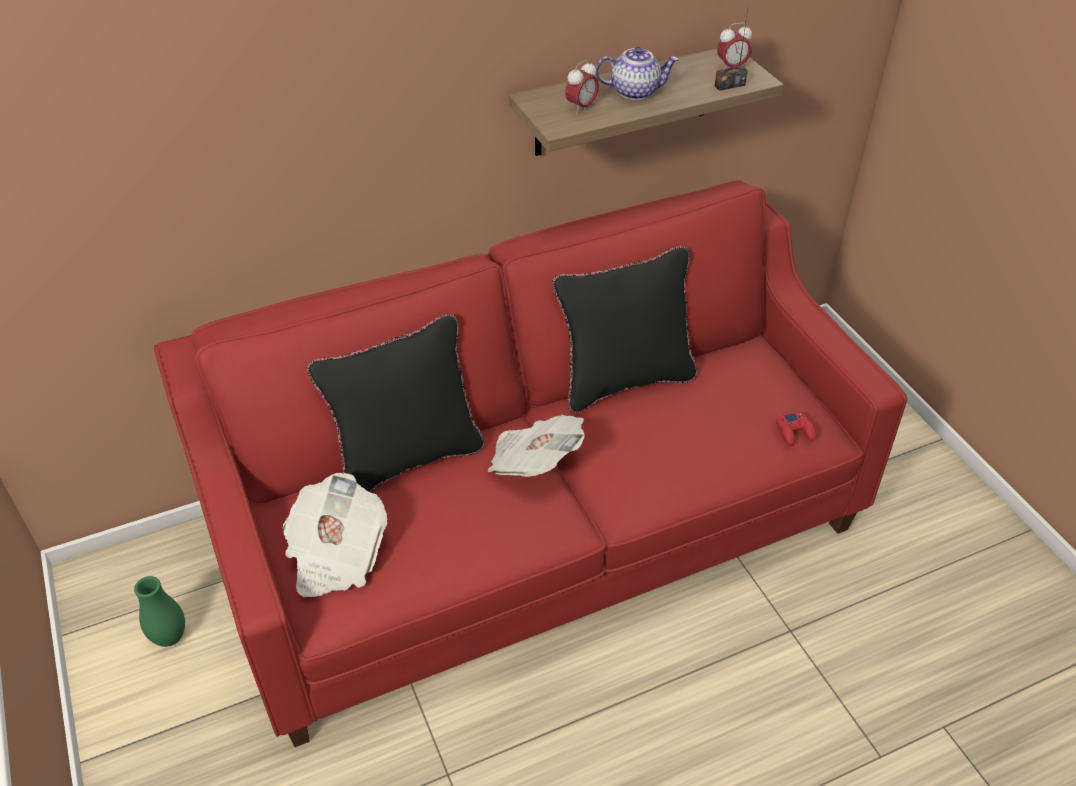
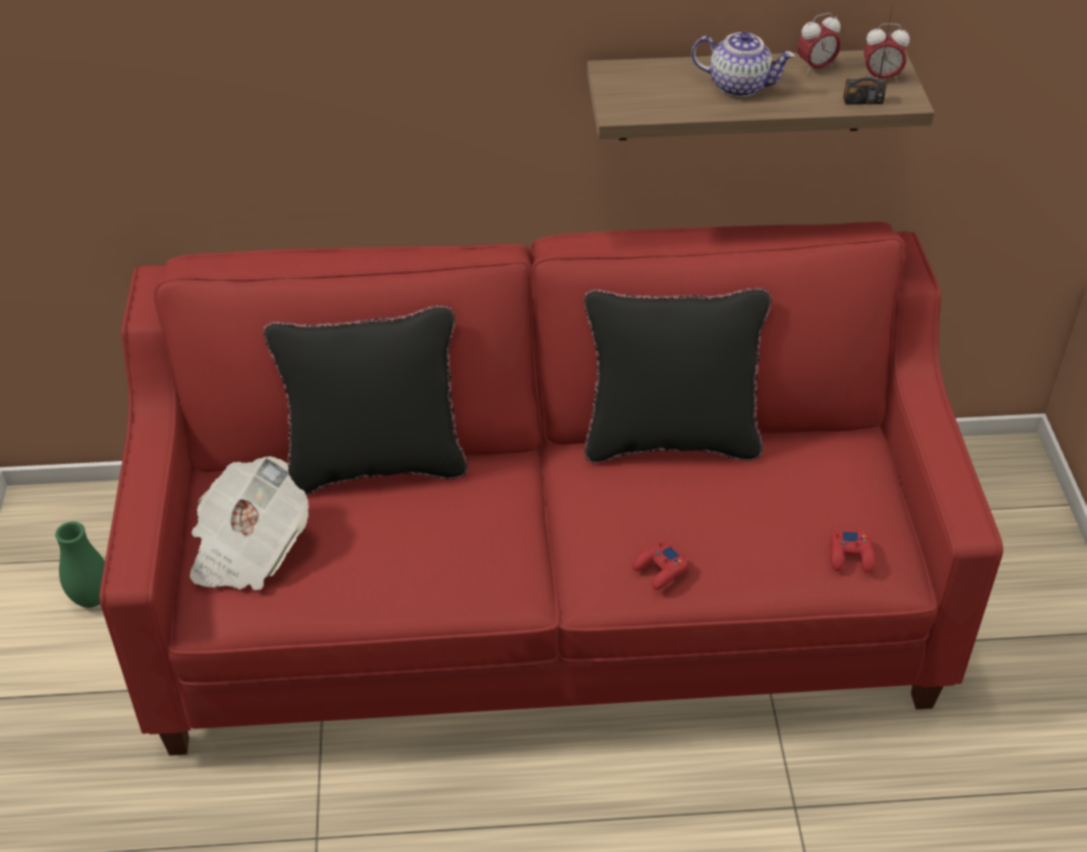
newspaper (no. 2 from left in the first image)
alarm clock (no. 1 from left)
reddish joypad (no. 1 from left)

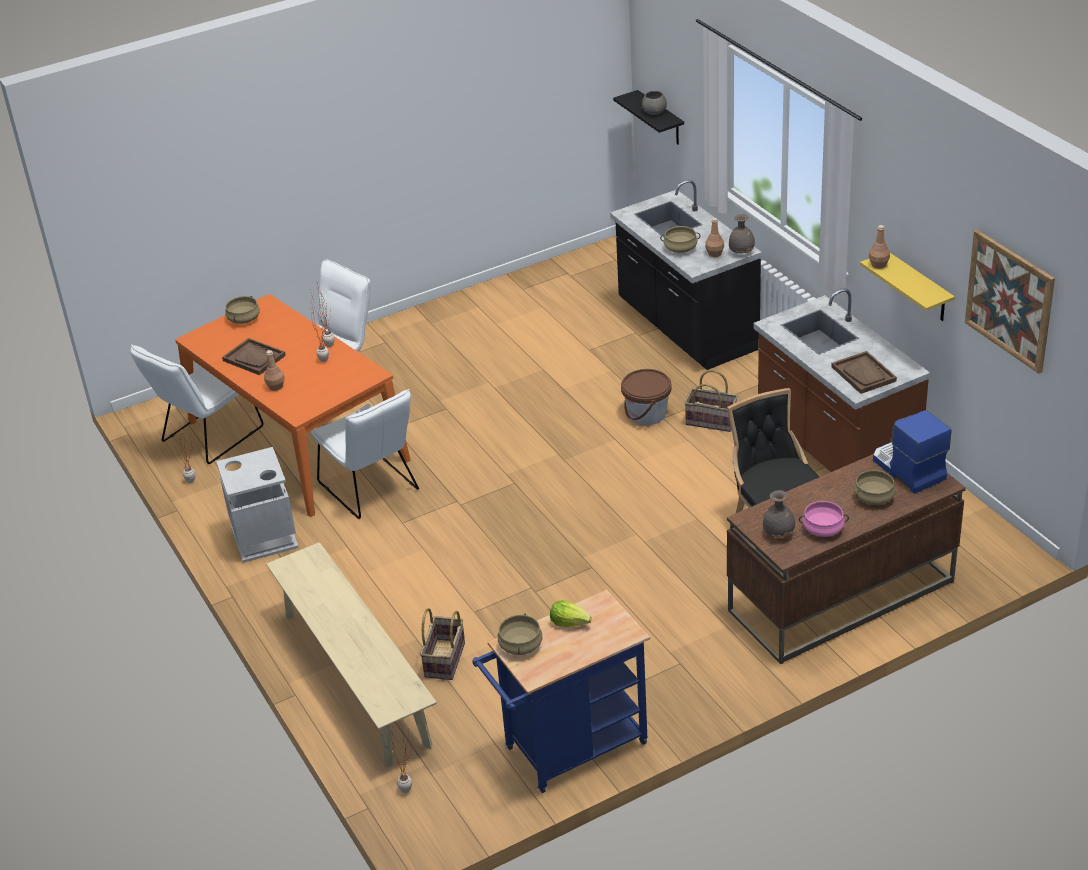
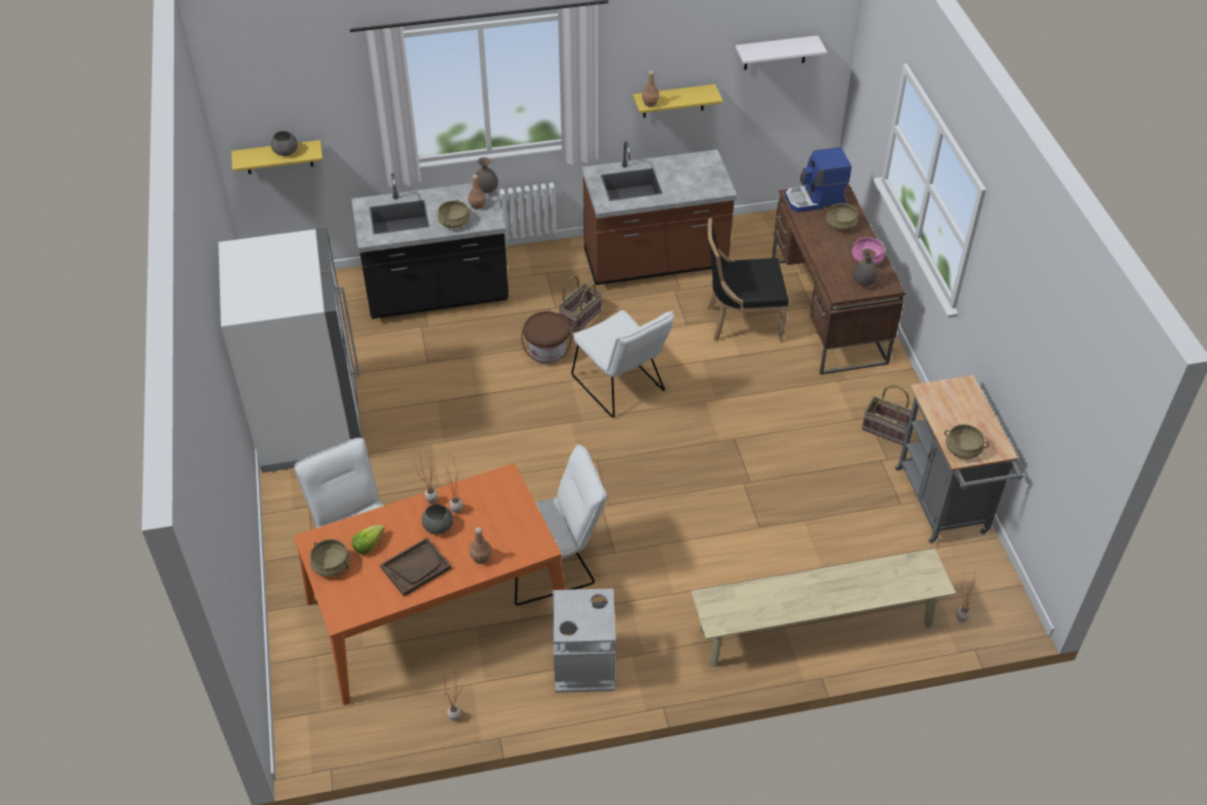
white chair (no. 3 from left)
storage basket (no. 2 from left)
grey wheeled cart
lettuce head
yellow-coloured shelf (no. 1 from left)
brownish tray (no. 2 from left in the first image)
white shelf
white kitchen fridge
grey deep dish (no. 2 from left)

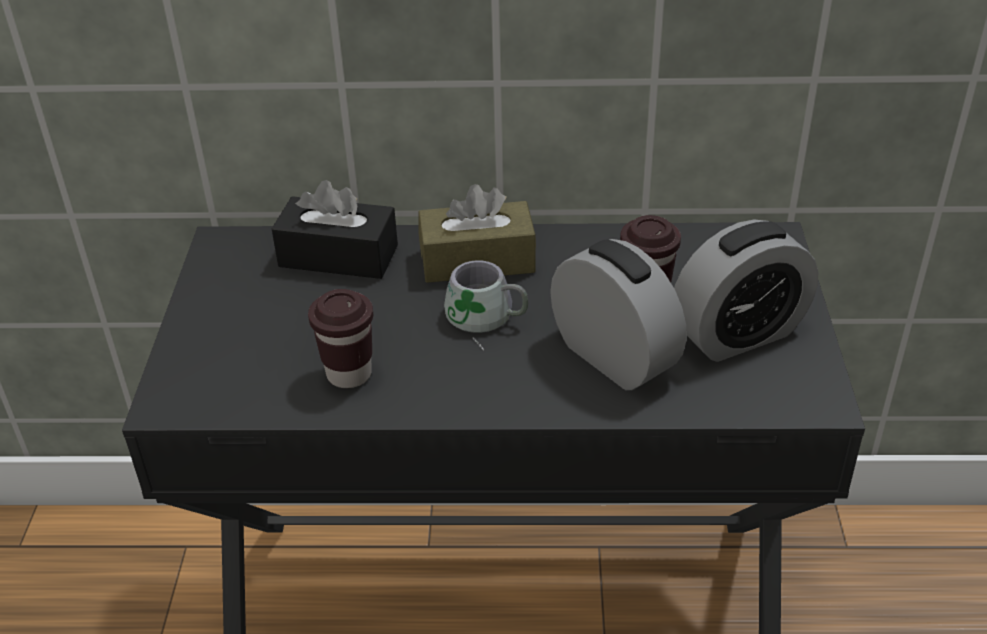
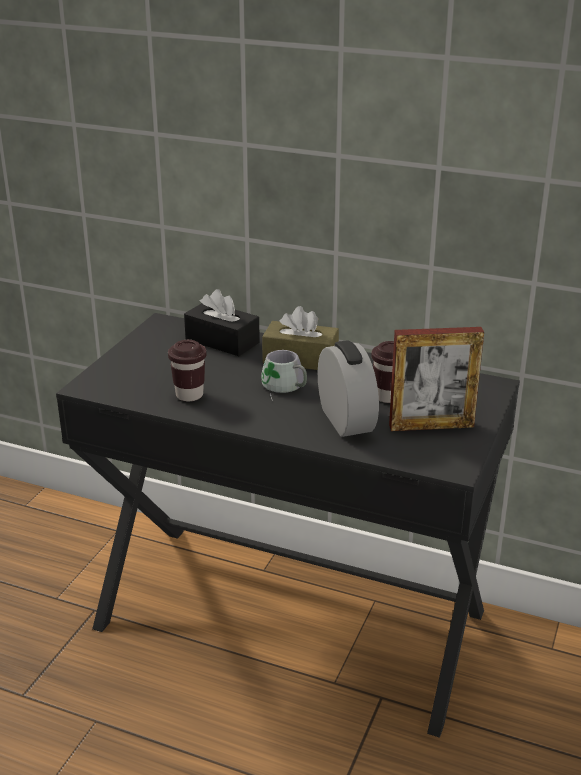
standing frame

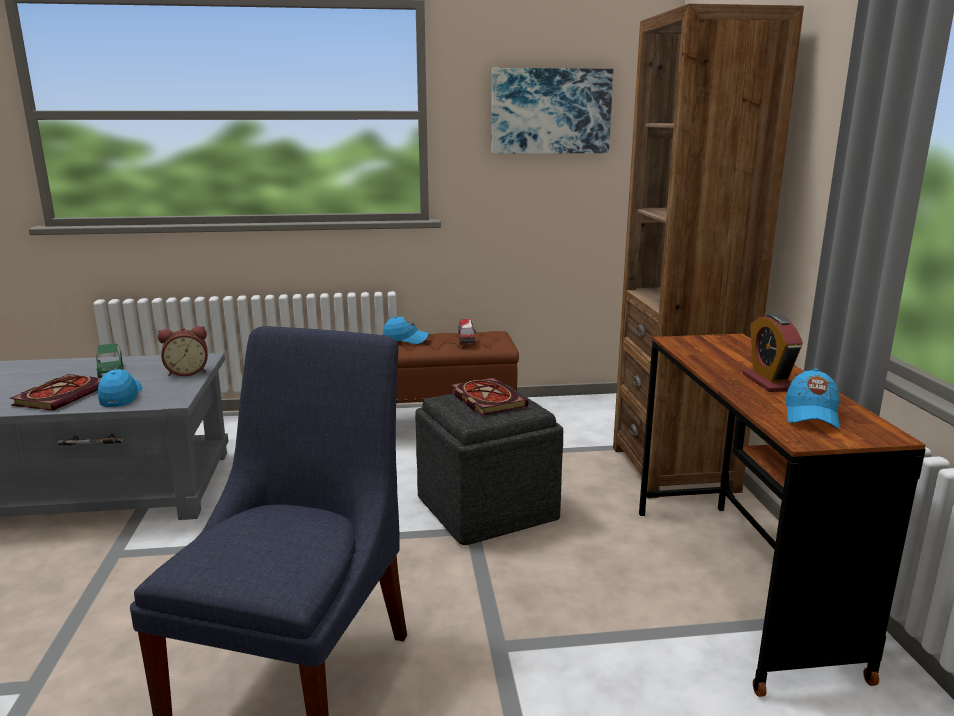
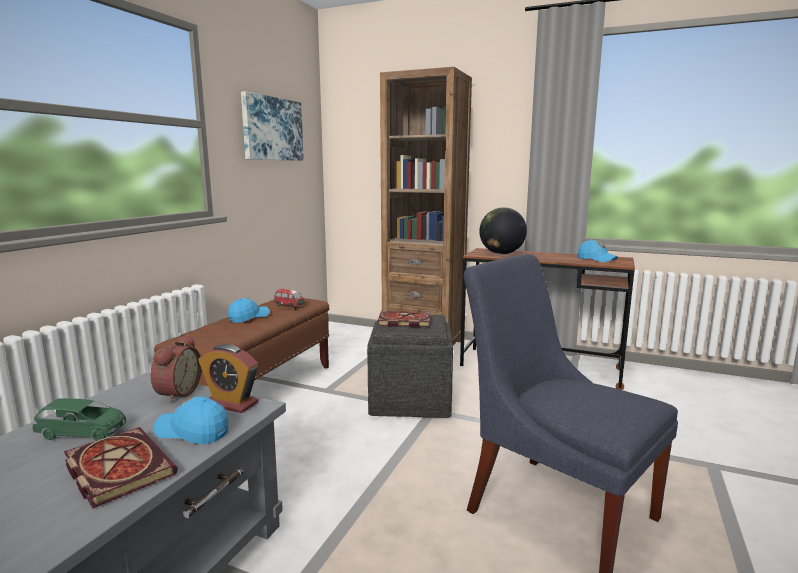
alarm clock (no. 2 from left)
globe

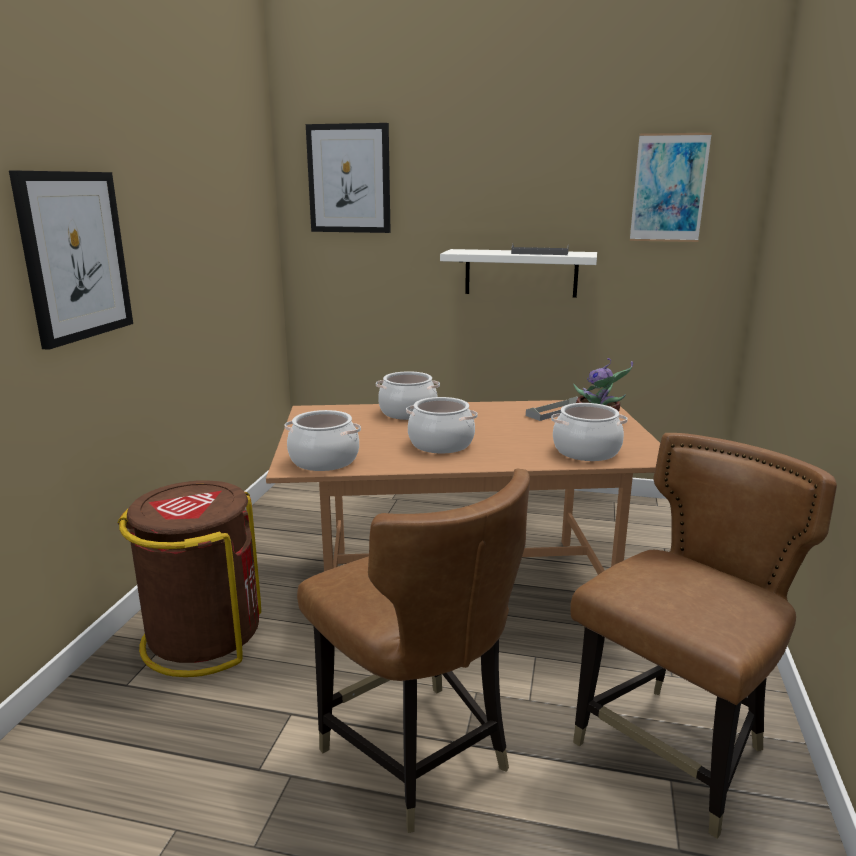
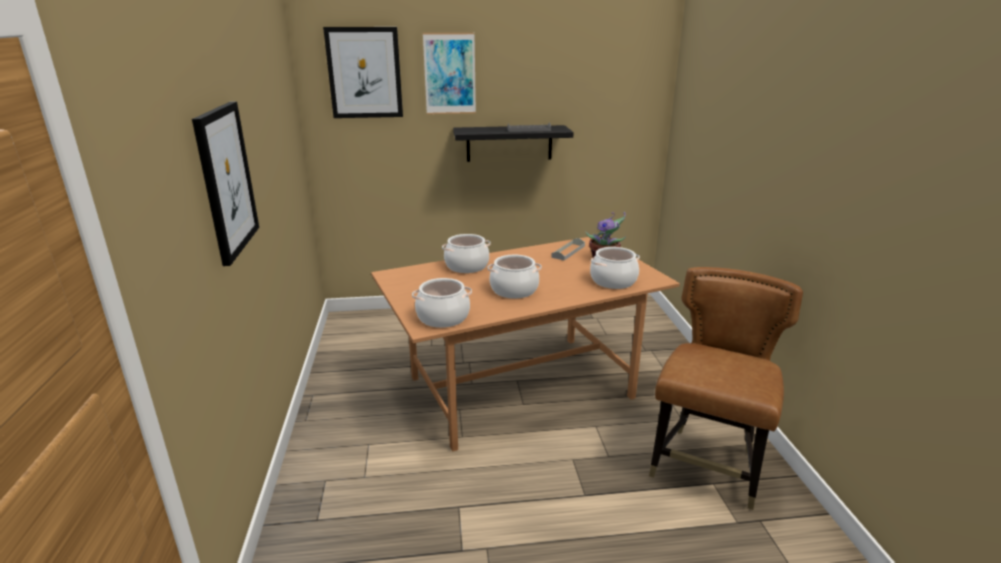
brownish waste bin
brownish chair (no. 1 from left in the first image)
black-coloured shelf
picture (no. 3 from left)

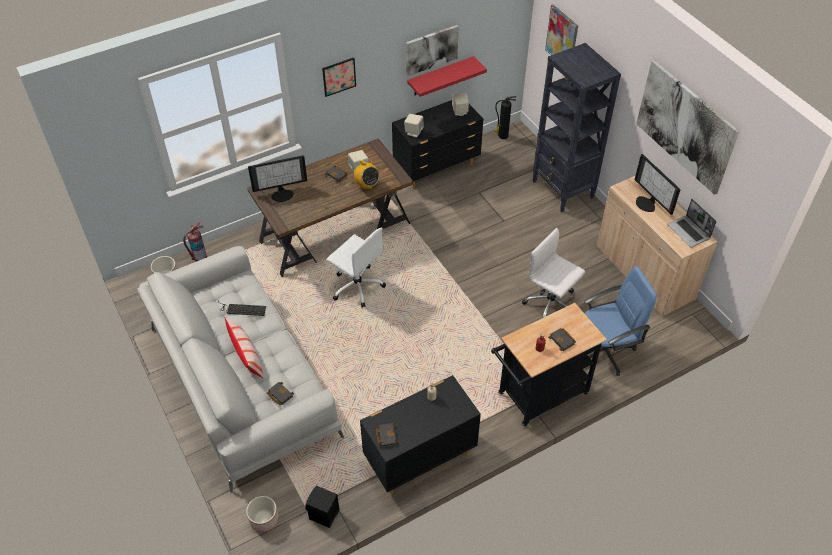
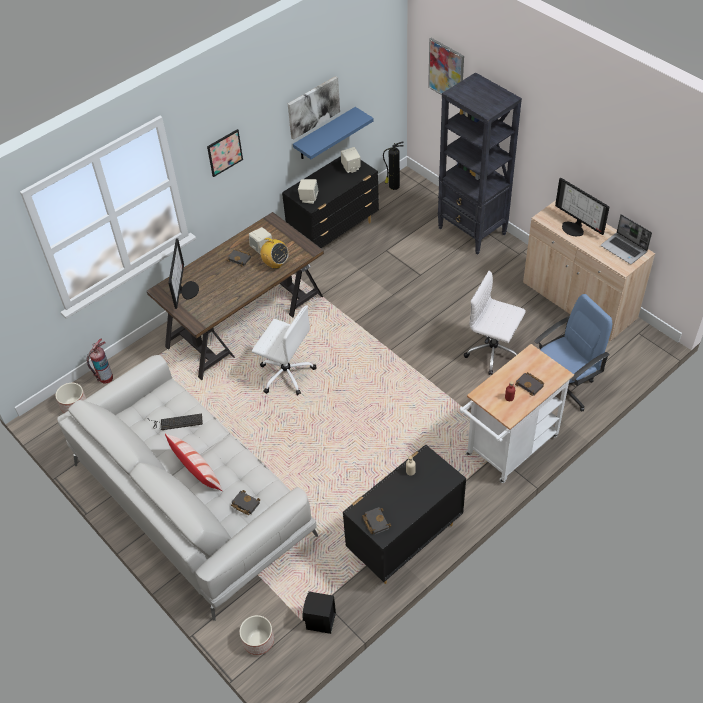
computer screen (no. 1 from left)
blue shelf
white wheeled cart
picture (no. 4 from left in the first image)

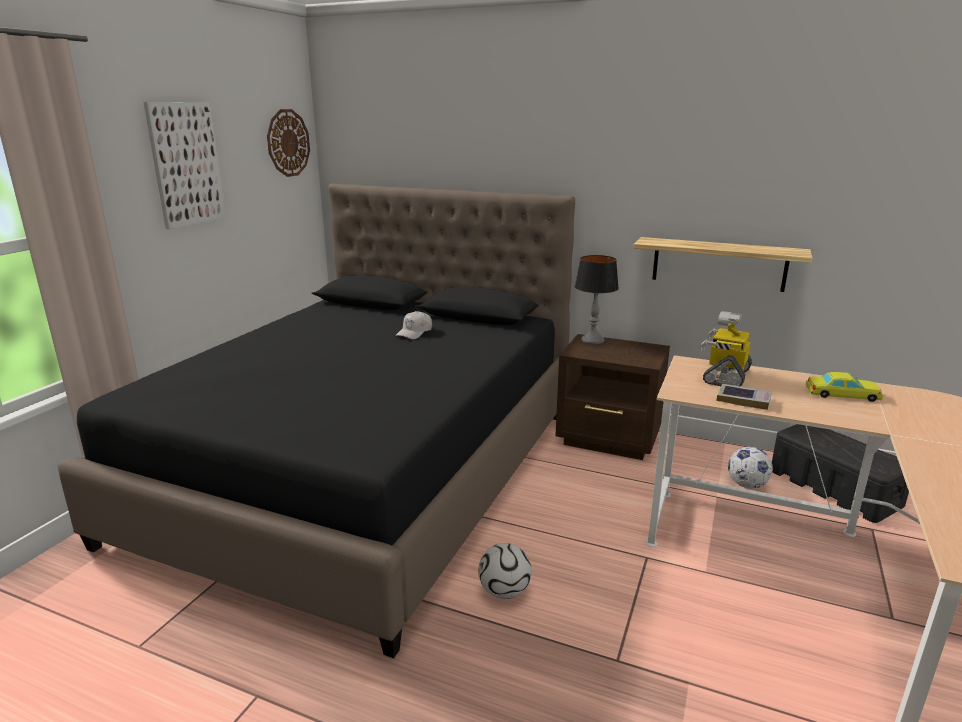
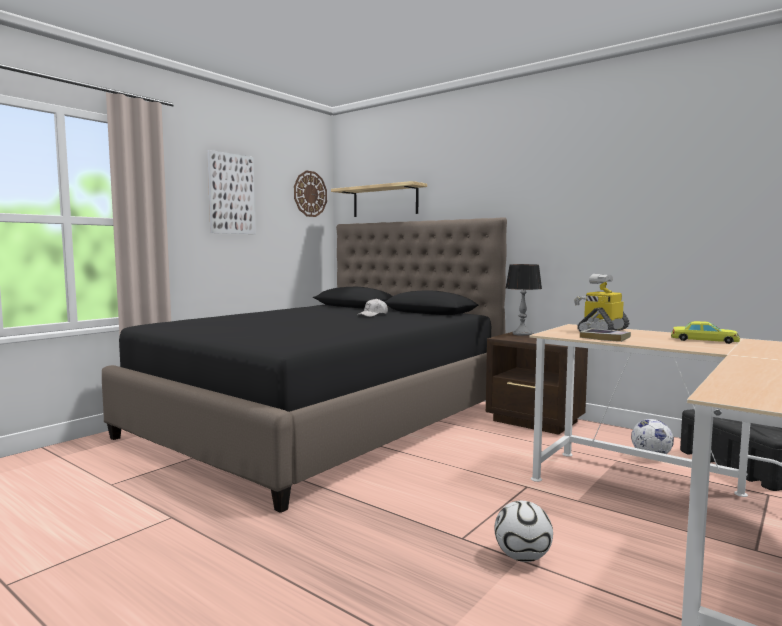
football ball (no. 1 from left)
shelf

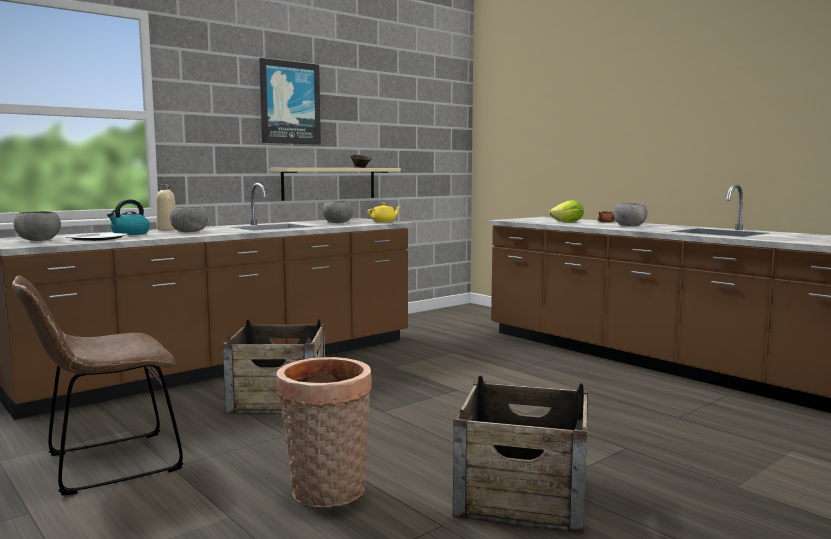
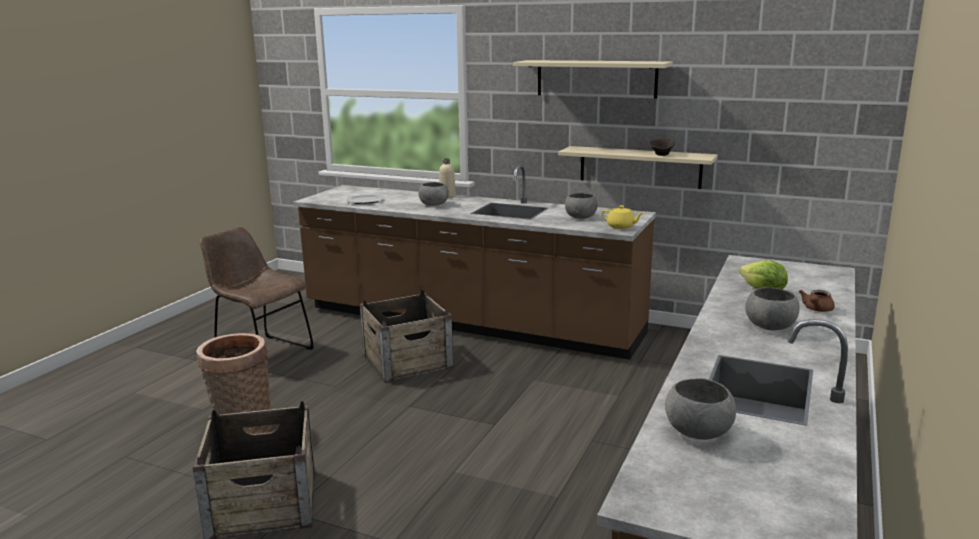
grey deep dish (no. 3 from left)
water kettle
sand-coloured shelf (no. 1 from left)

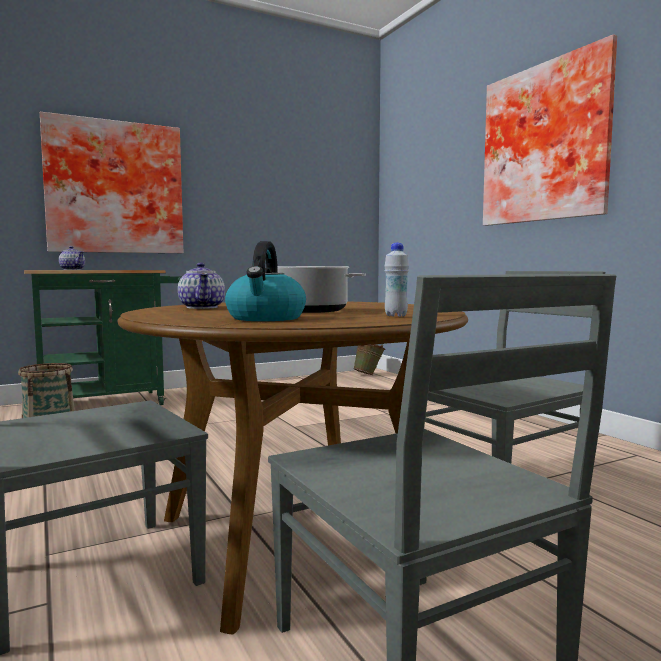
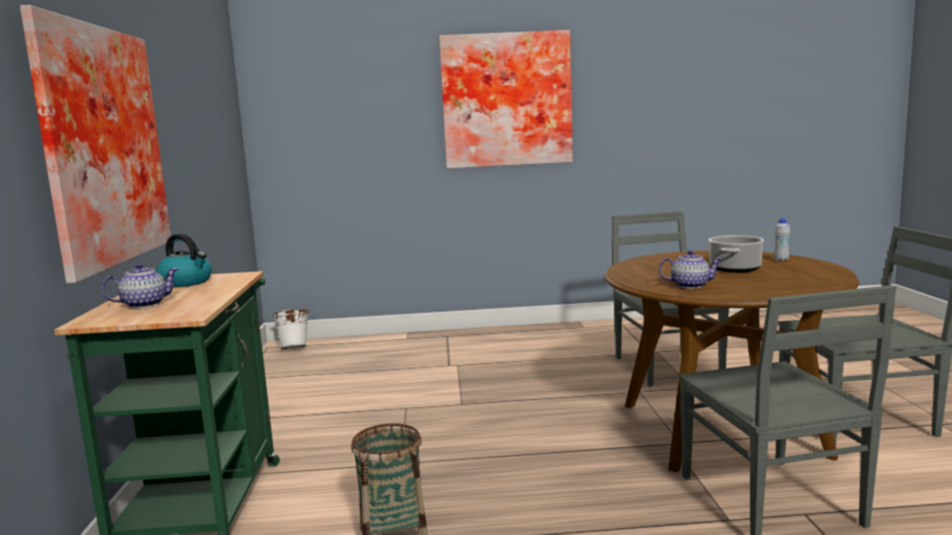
water kettle
white water bucket

